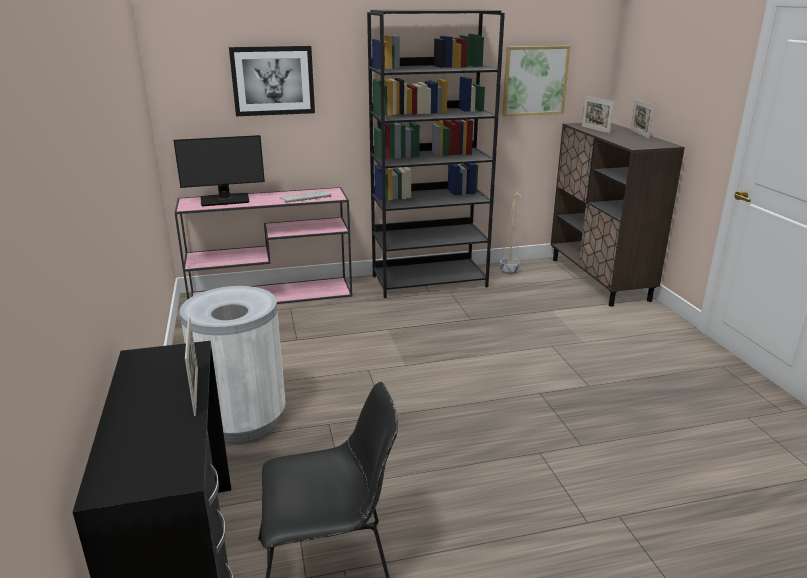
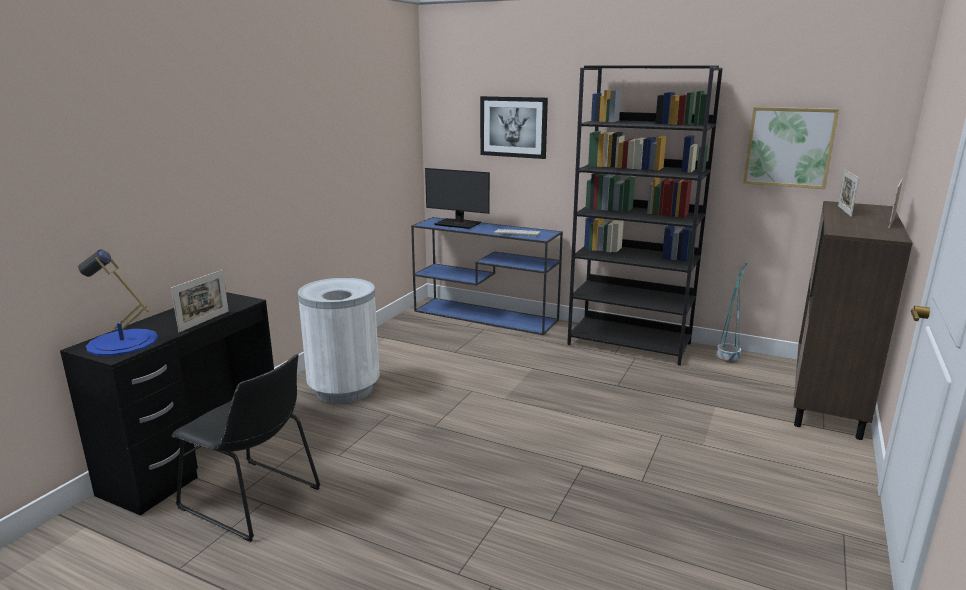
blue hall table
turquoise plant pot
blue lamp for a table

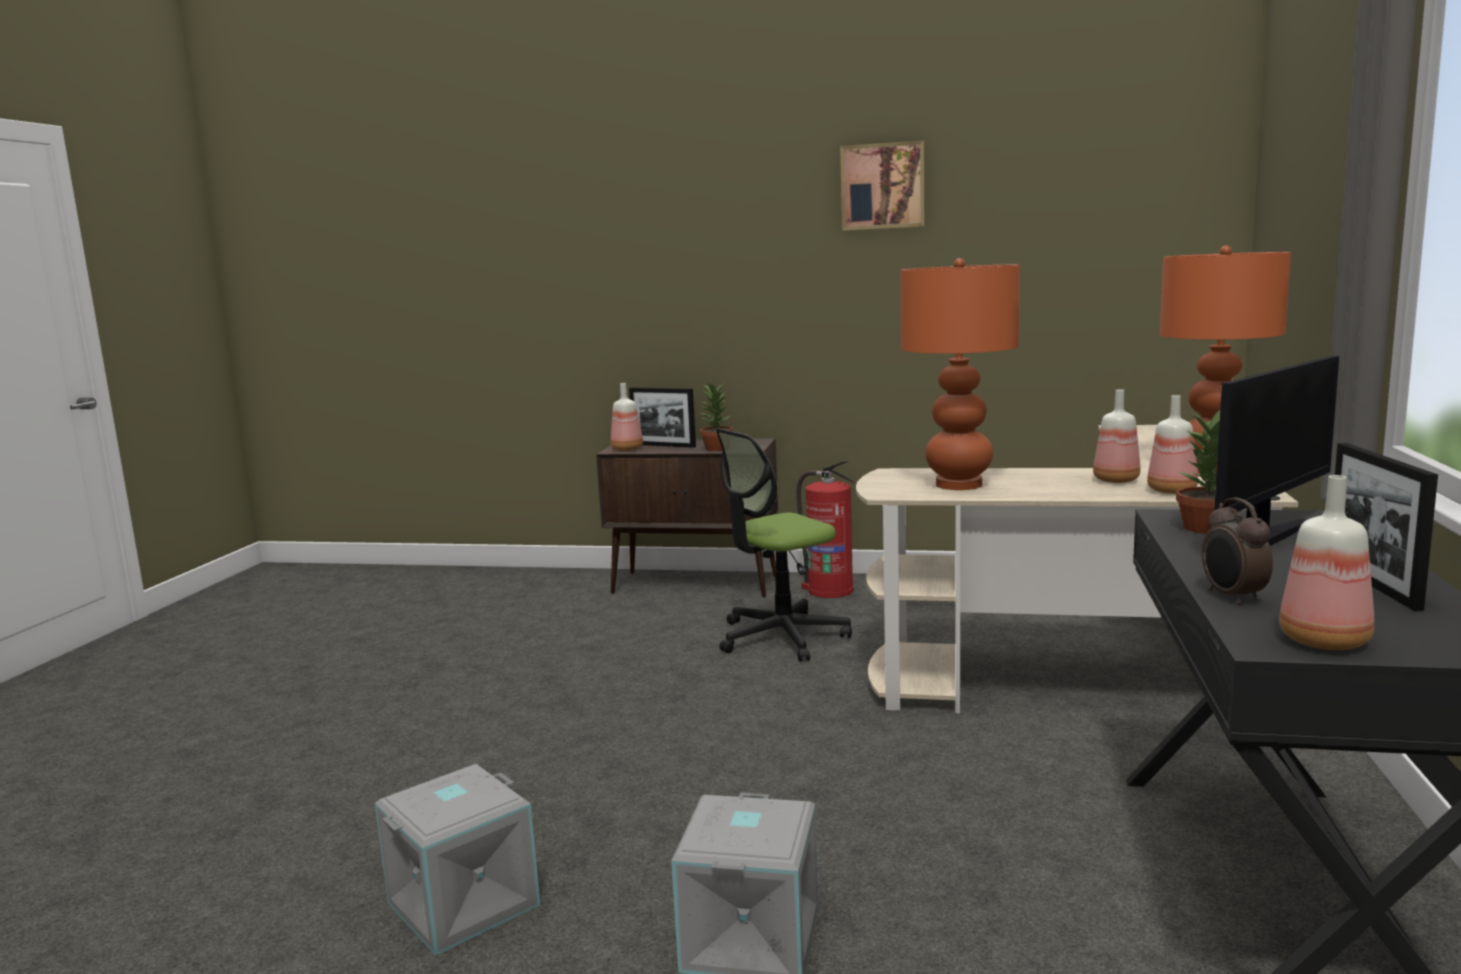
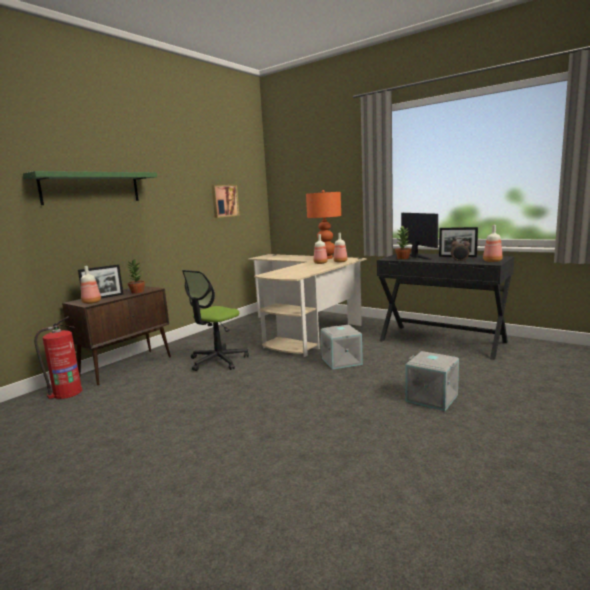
grey storage box (no. 1 from left)
office chair
extinguisher
picture
orange-coloured lamp for a table (no. 1 from left in the first image)
greenish shelf

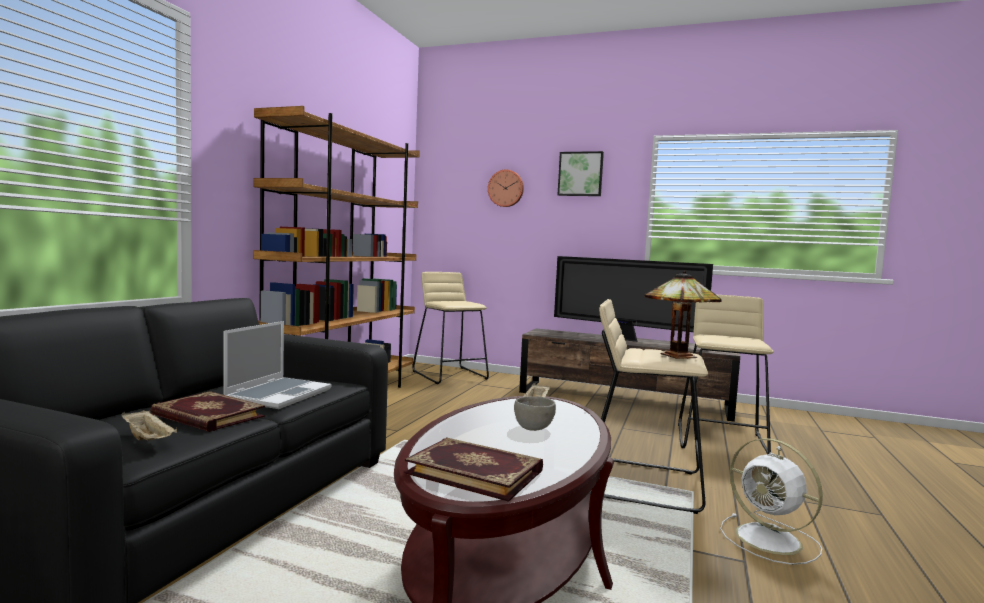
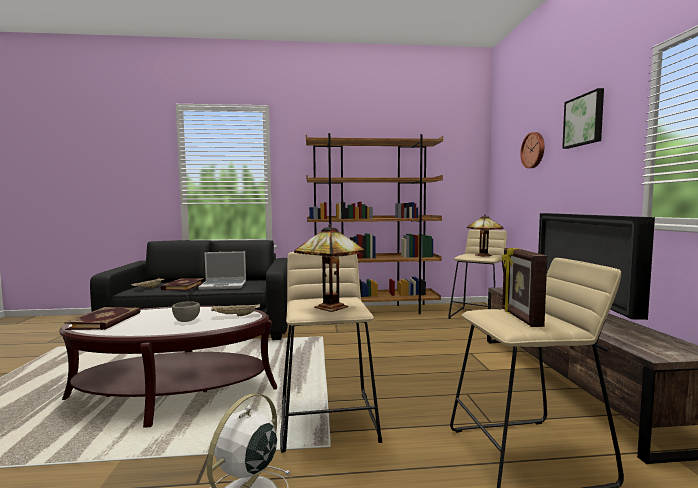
lamp for a table (no. 2 from left)
standing frame

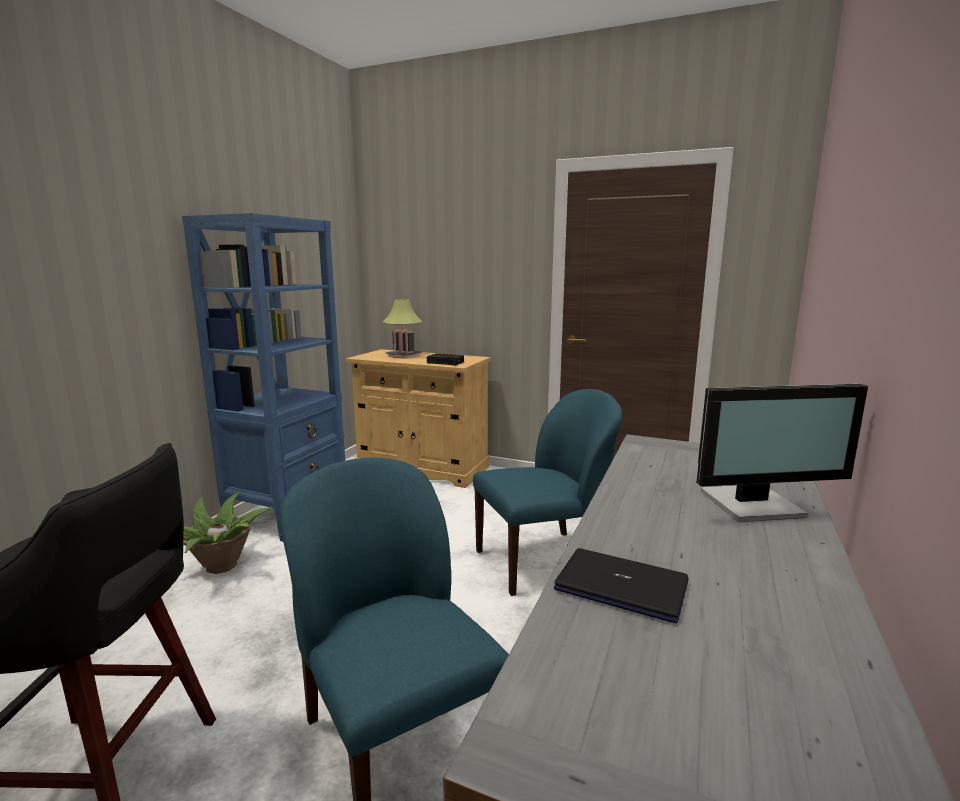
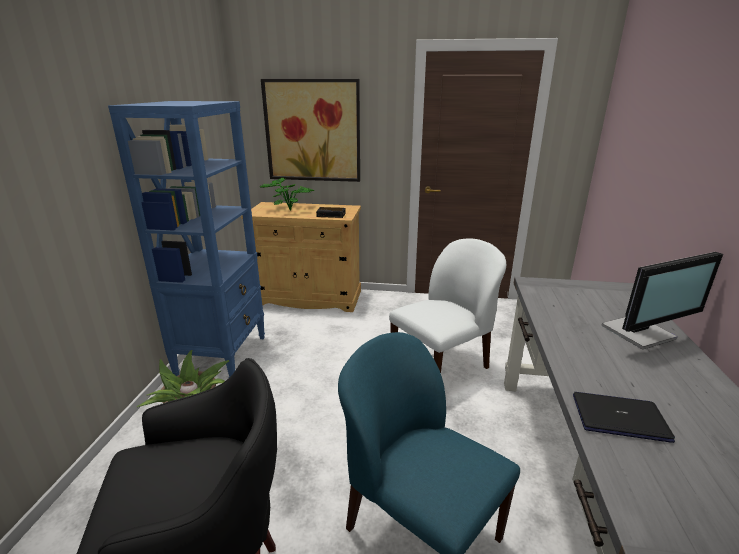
potted plant (no. 2 from left)
white chair
picture

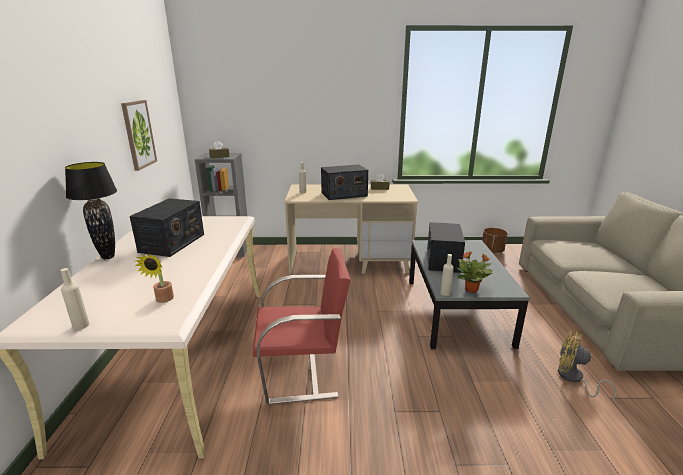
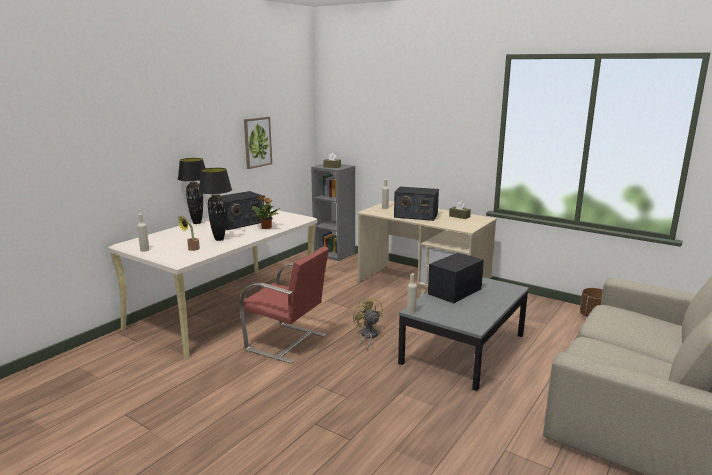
potted plant (no. 2 from left)
yellow-coloured electric fan
black-coloured lamp for a table (no. 2 from left)

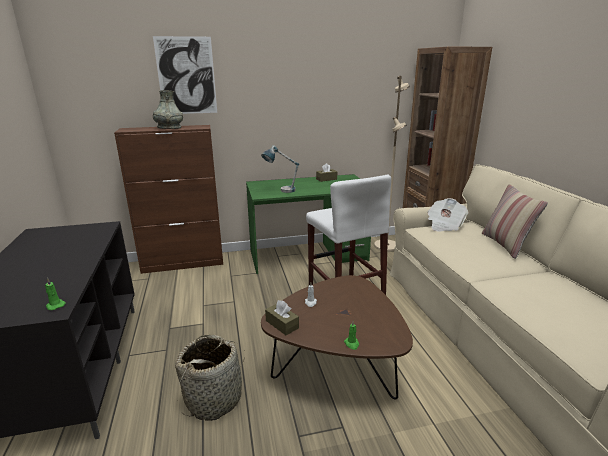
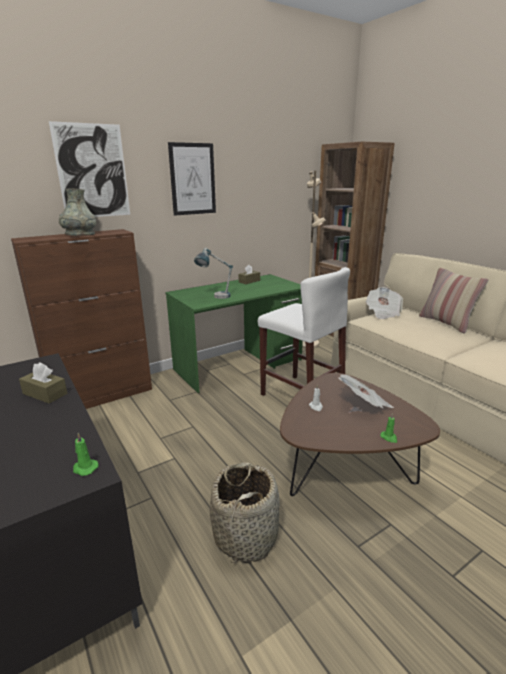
brownish box of tissues (no. 1 from left)
picture (no. 2 from left)
newspaper (no. 1 from left)

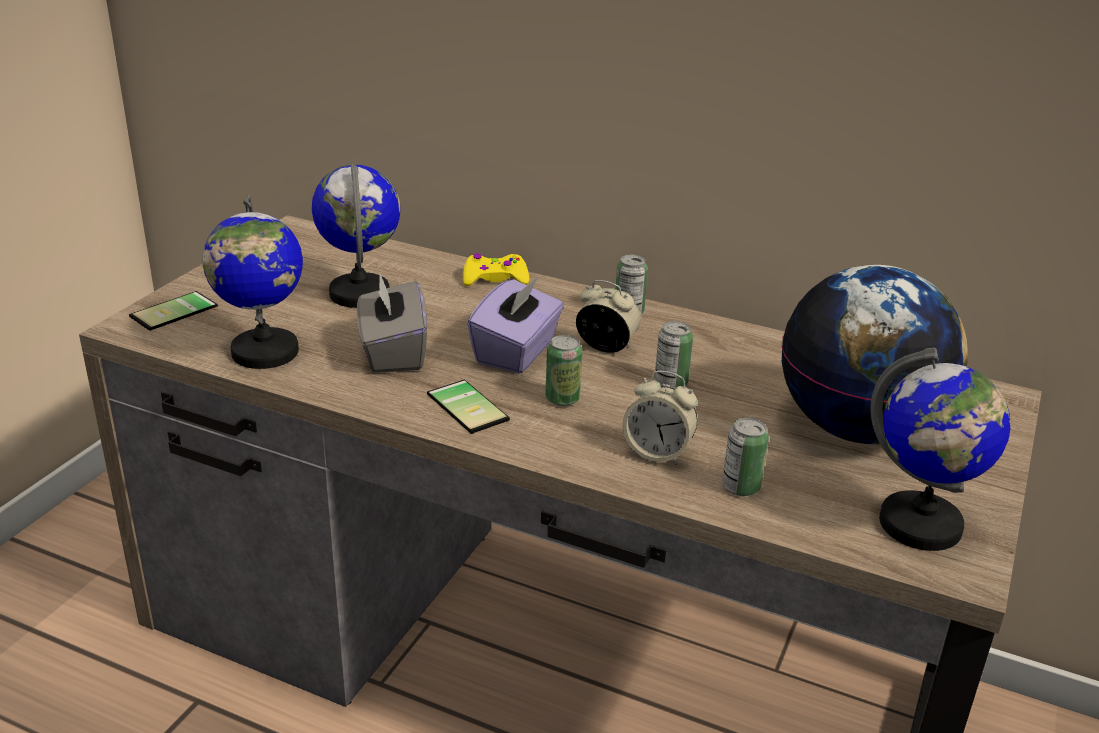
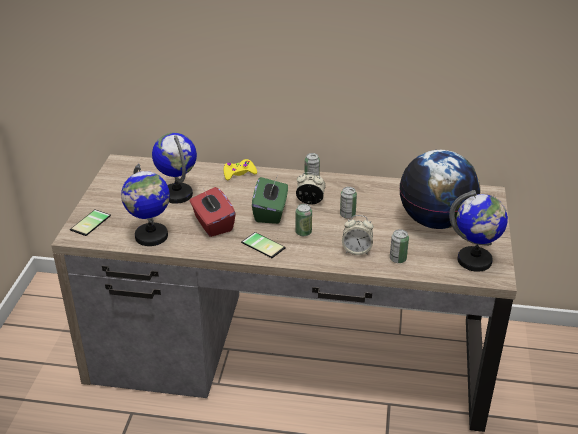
reddish box of tissues
greenish box of tissues

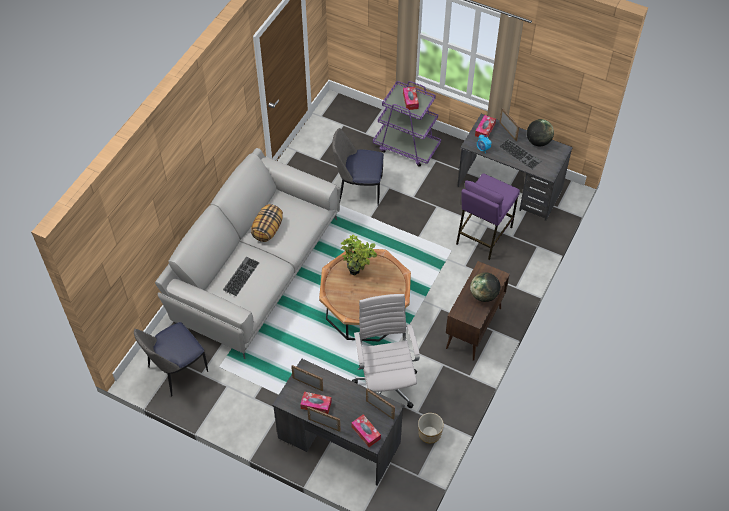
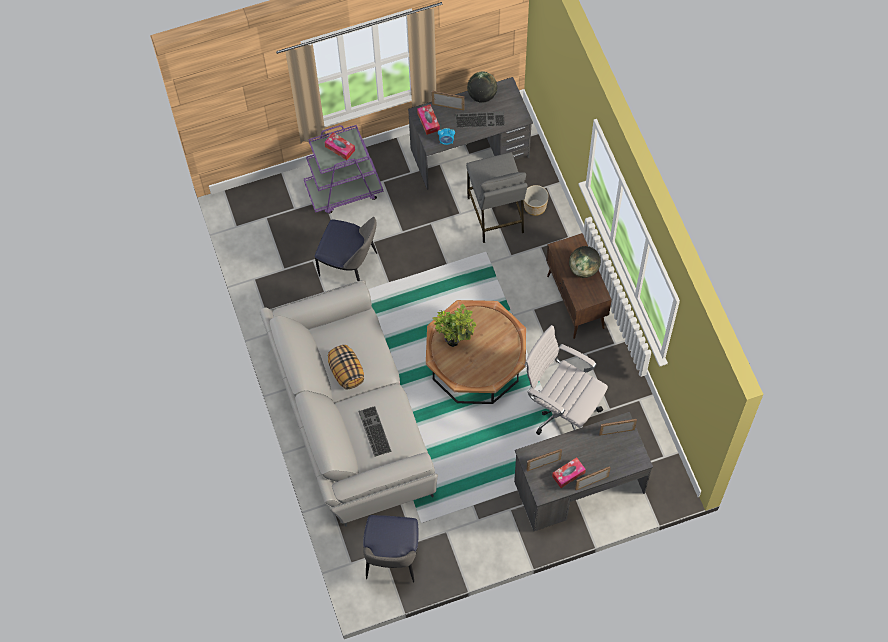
chair (no. 1 from left)
box of tissues (no. 2 from left in the first image)
plant pot
grey stool

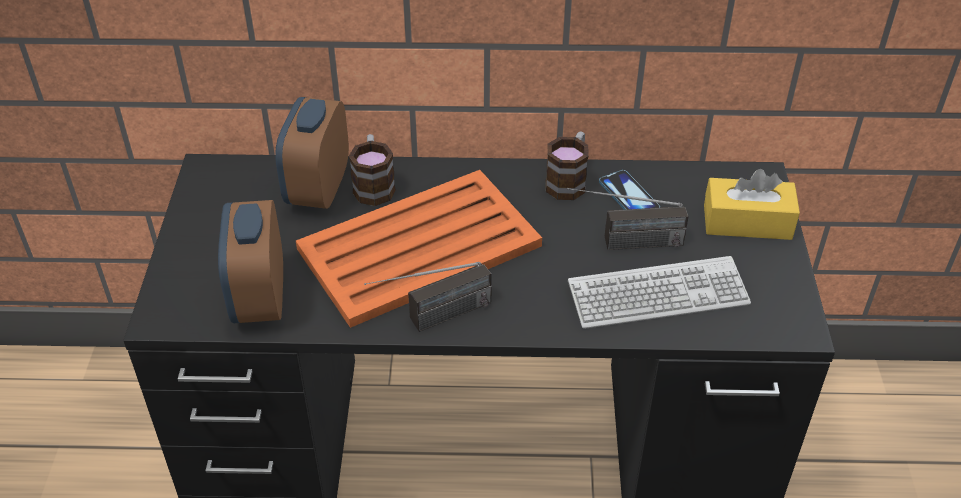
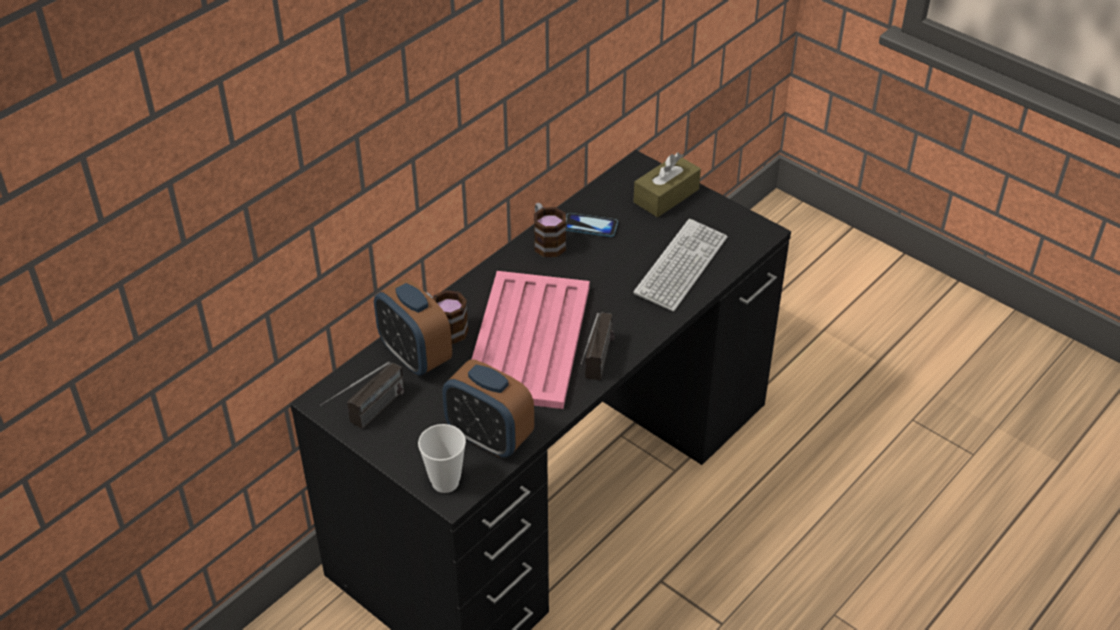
pink tray
radio set (no. 1 from left)
brownish box of tissues
cup

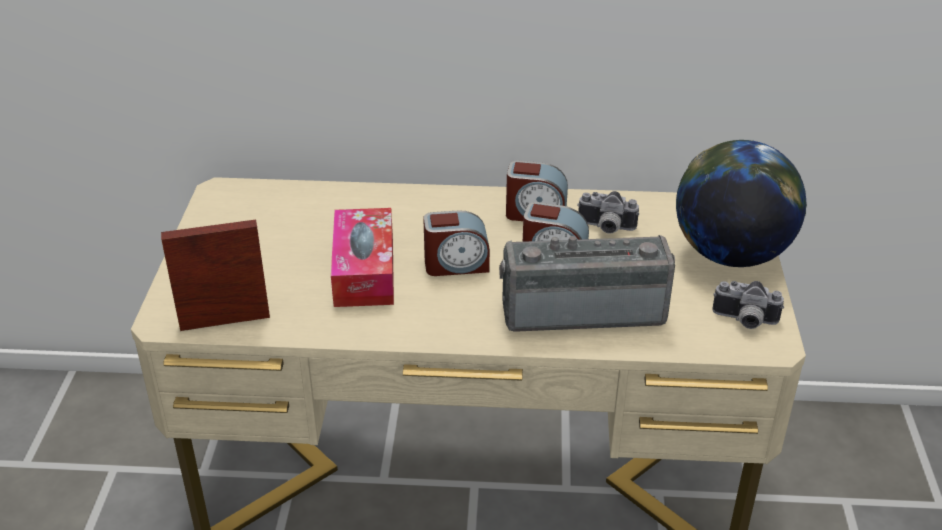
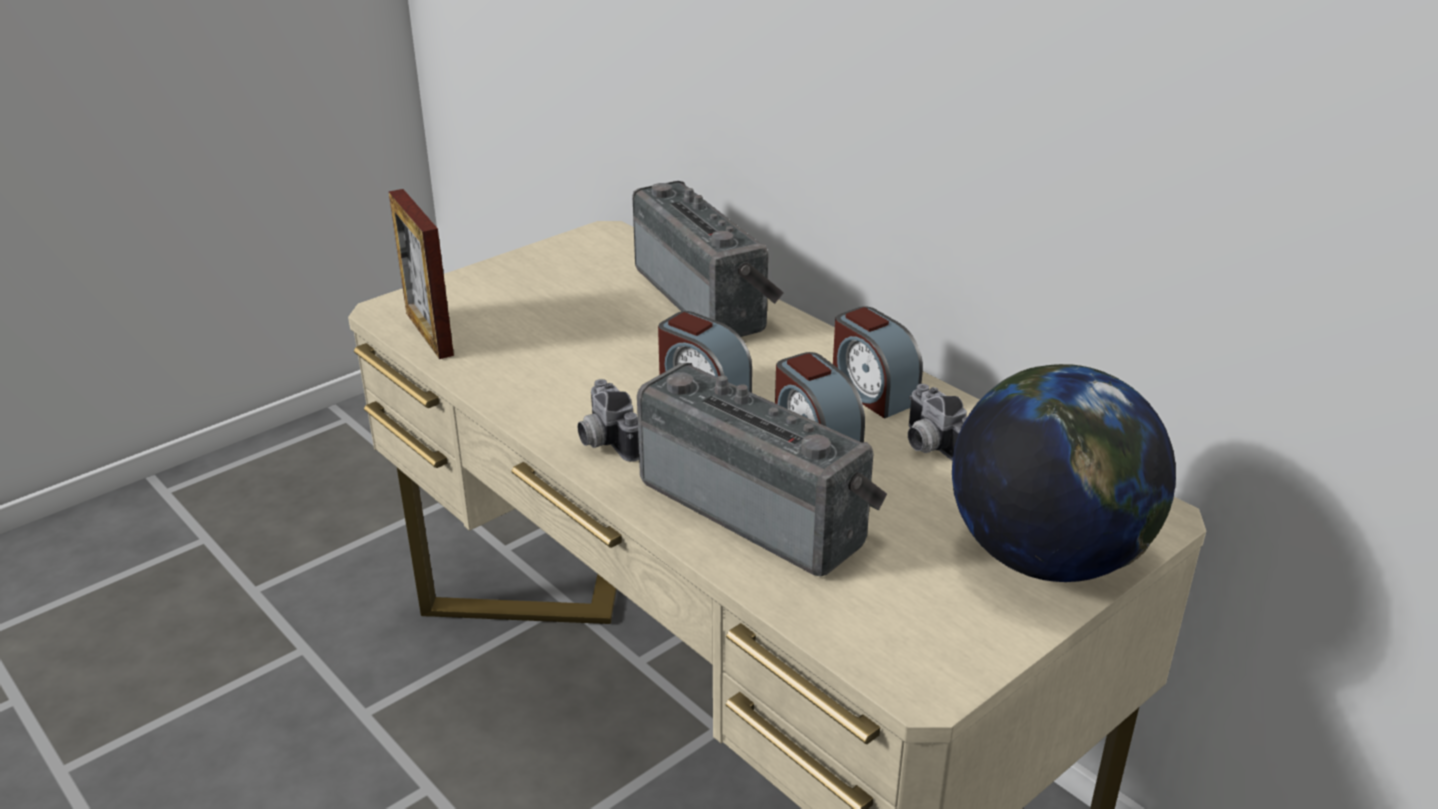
standing frame
box of tissues
photo camera (no. 1 from left)
radio set (no. 1 from left)

